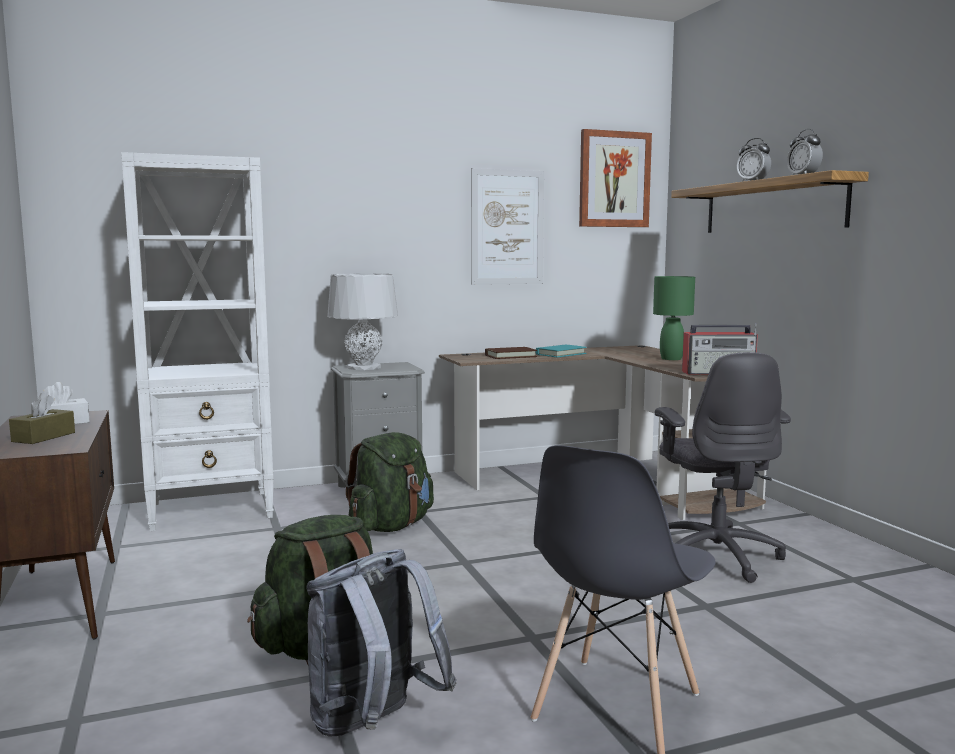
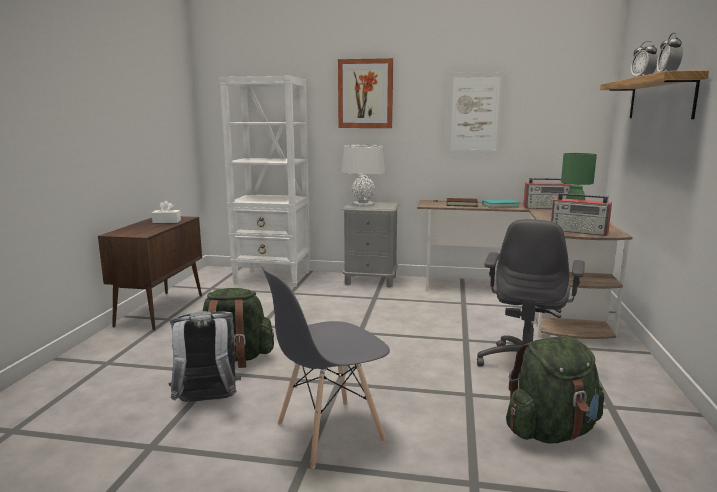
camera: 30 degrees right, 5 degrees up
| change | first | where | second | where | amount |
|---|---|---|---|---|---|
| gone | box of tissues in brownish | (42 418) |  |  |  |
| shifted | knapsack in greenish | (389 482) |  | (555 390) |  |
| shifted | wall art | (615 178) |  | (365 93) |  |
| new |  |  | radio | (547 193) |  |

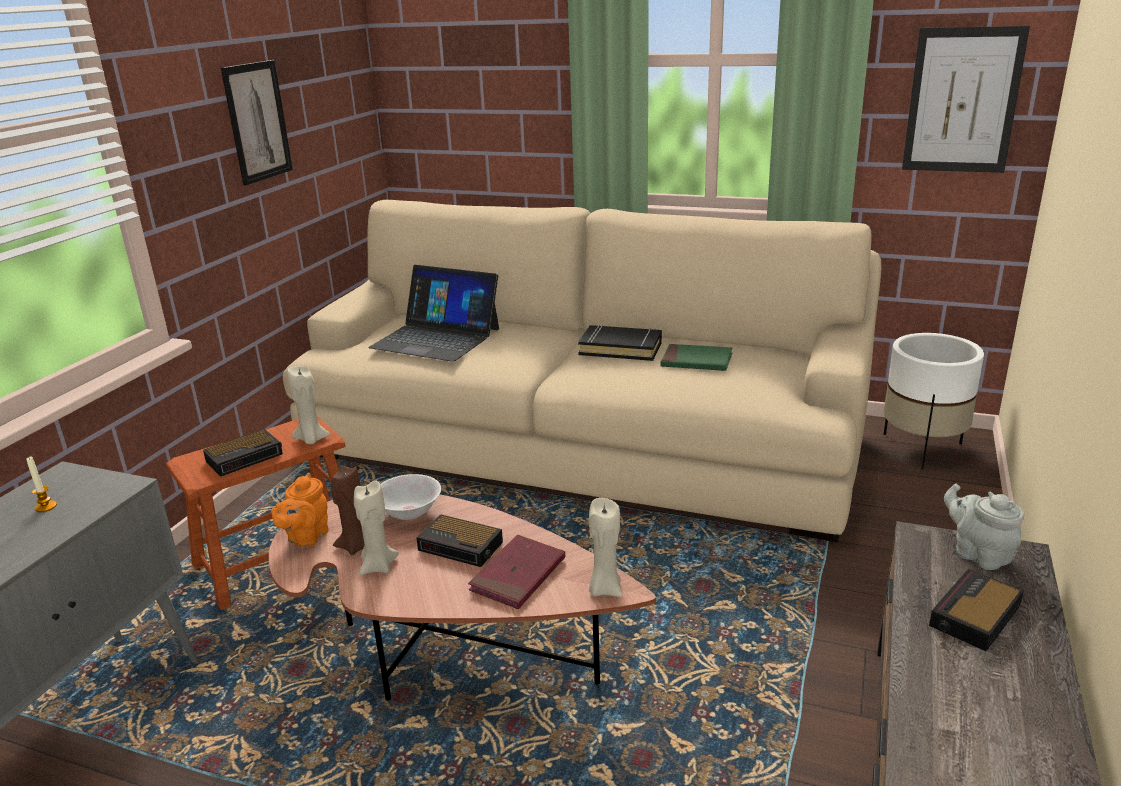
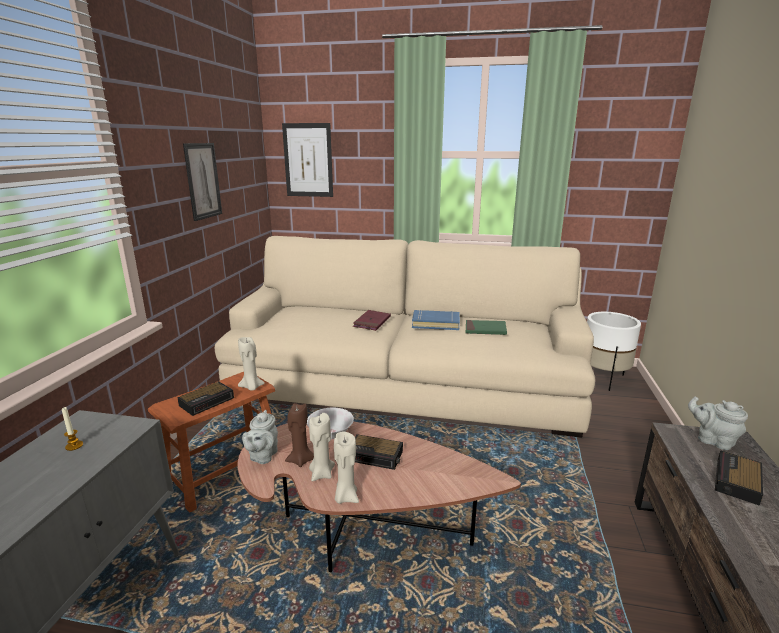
camera: 10 degrees left, 5 degrees down
| change | first | where | second | where | amount |
|---|---|---|---|---|---|
| repainted | pot for tea in orange-coloured | (299 510) | pot for tea in gray | (260 437) |  |
| gone | laptop | (433 313) |  |  |  |
| shifted | bound book in reddish | (516 572) |  | (372 320) |  |
| repainted | bound book in blackish | (620 343) | bound book in blue-coloured | (436 320) |  |
| shifted | candle in sand-coloured | (605 547) |  | (346 468) |  |
| shifted | wall art | (966 99) |  | (307 160) |  |

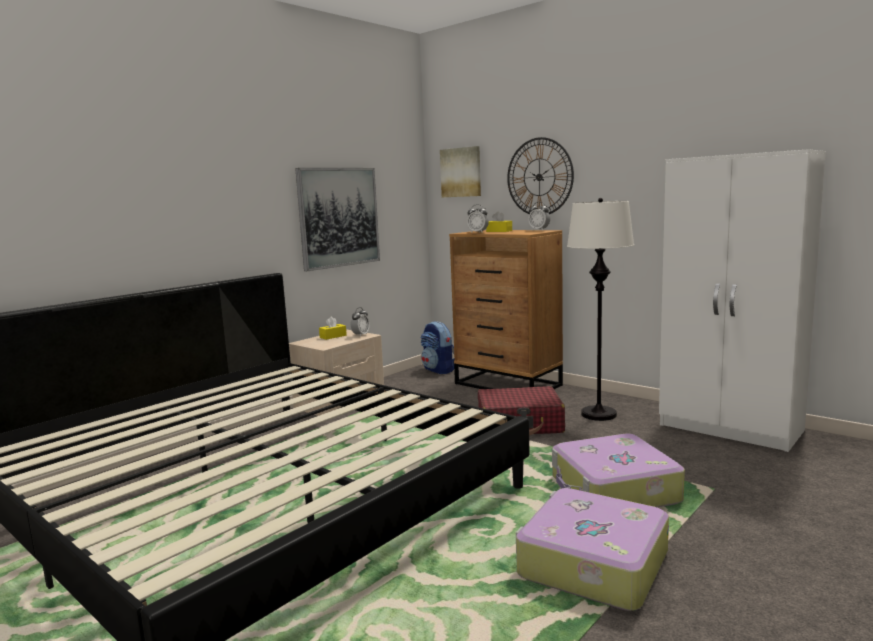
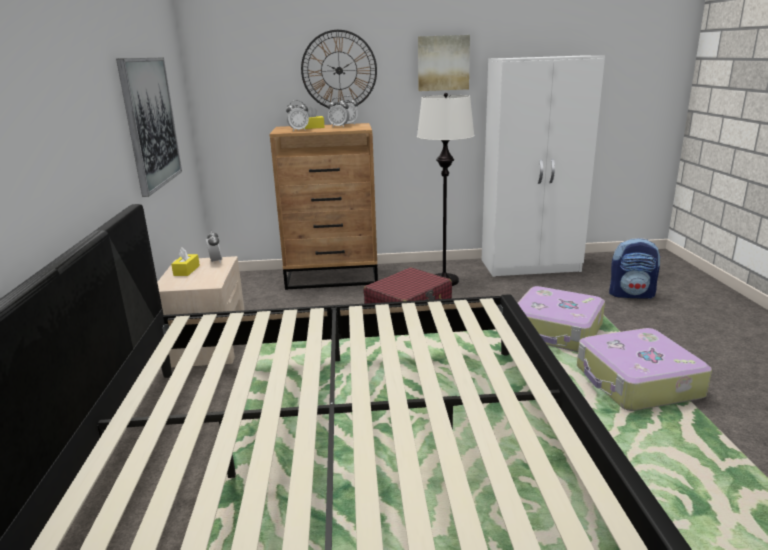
camera: 45 degrees left, 10 degrees up
| change | first | where | second | where | amount |
|---|---|---|---|---|---|
| shifted | knapsack | (437 347) |  | (635 268) |  |
| shifted | wall art | (460 171) |  | (444 63) |  |
| new |  |  | bedside clock | (339 112) |  |

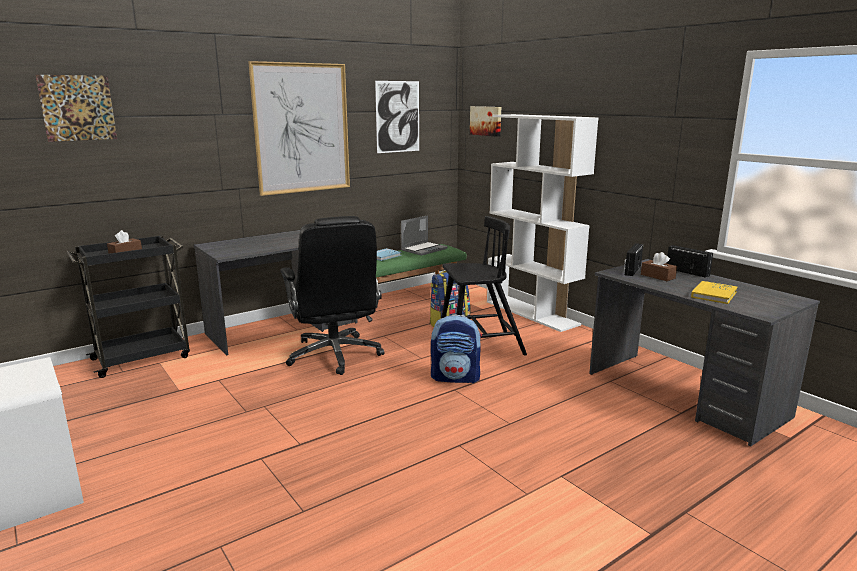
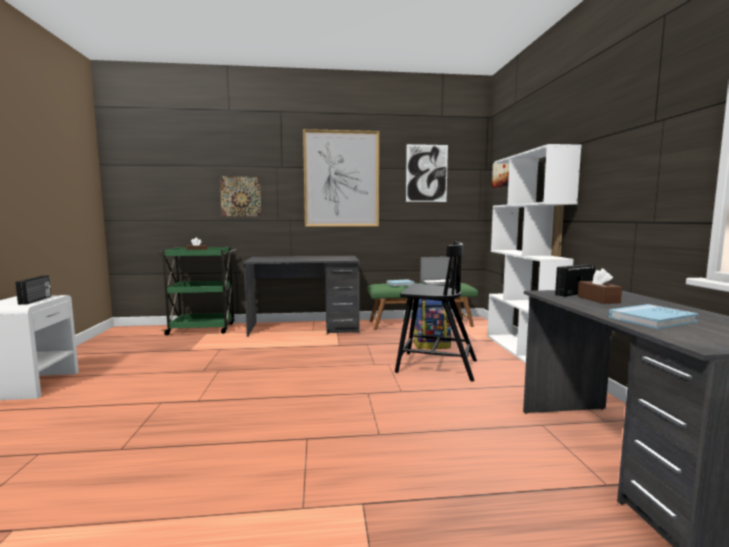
camera: 30 degrees right, 10 degrees down
| change | first | where | second | where | amount |
|---|---|---|---|---|---|
| shifted | wall art | (76 108) |  | (240 196) |  |
| repainted | trolley in blackish | (128 306) | trolley in greenish | (197 291) |  |
| gone | desk chair in blackish | (332 295) |  |  |  |
| gone | knapsack | (456 349) |  |  |  |
| shifted | radio | (689 261) |  | (33 290) |  |
| repainted | bound book in yellowish | (714 292) | bound book in blue-coloured | (654 316) |  |

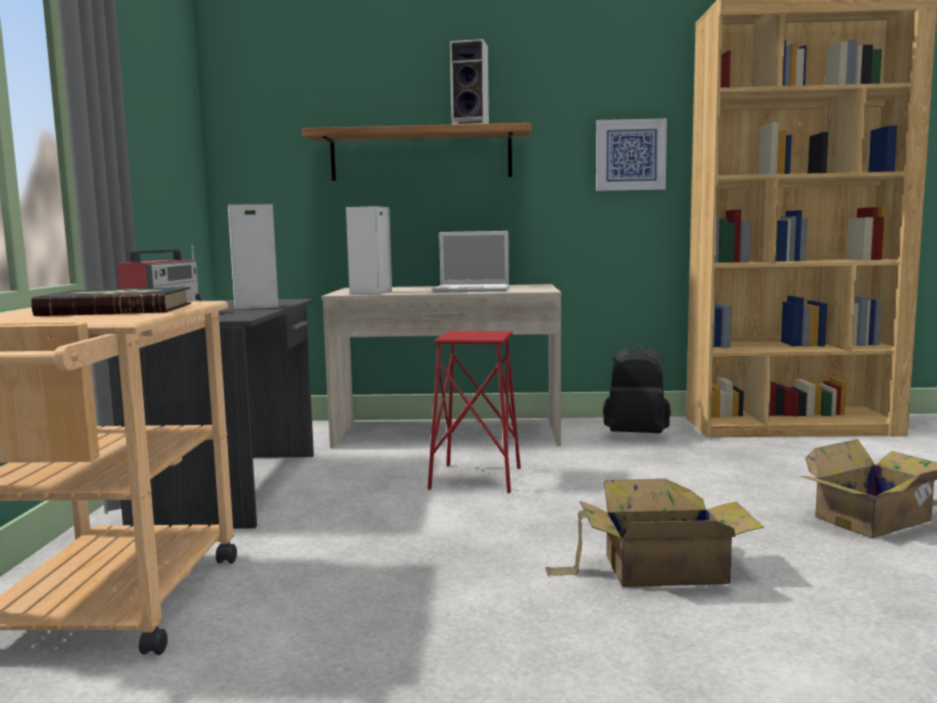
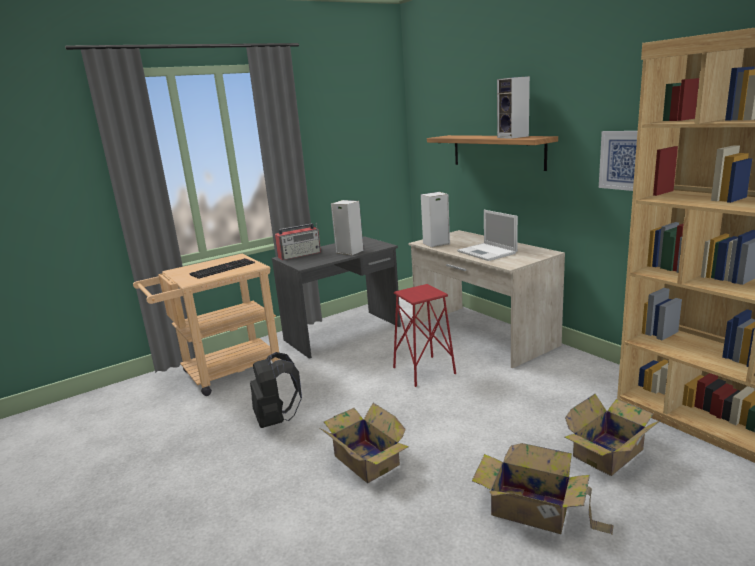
camera: 55 degrees right, 10 degrees up
| change | first | where | second | where | amount |
|---|---|---|---|---|---|
| swapped | bound book | (111 301) | PC keyboard | (222 268) |  |
| shifted | knapsack in blackish | (637 389) |  | (276 390) |  |
| new |  |  | carton | (612 435) |  |

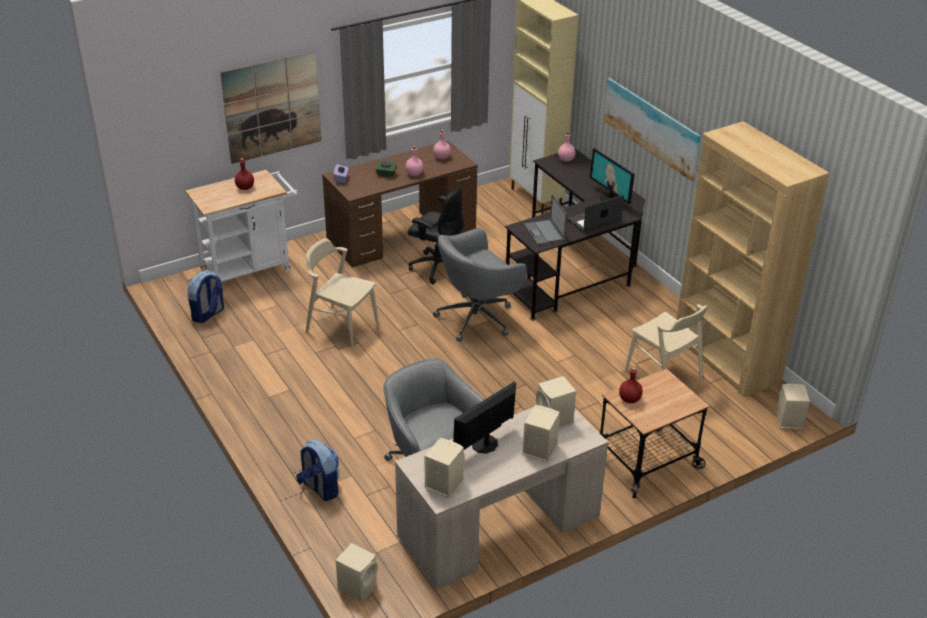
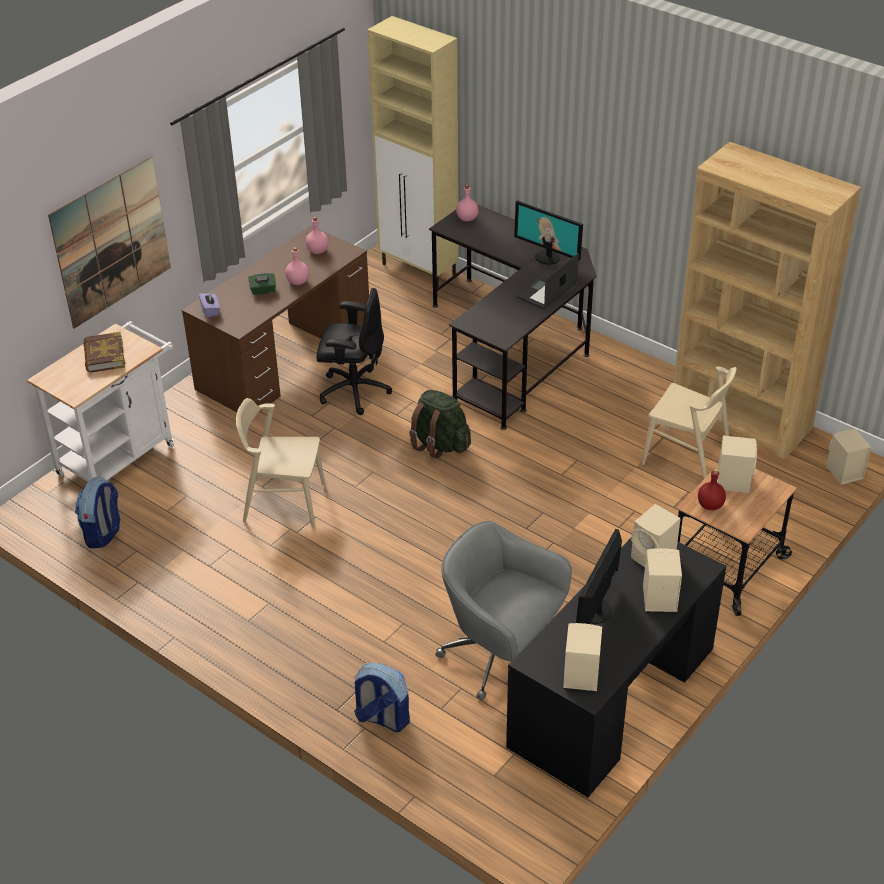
camera: 20 degrees left, 5 degrees up
| change | first | where | second | where | amount |
|---|---|---|---|---|---|
| swapped | bottle in reddish | (244 174) | bound book | (104 352) |  |
| shifted | speaker in sand-coloured | (357 572) |  | (737 464) |  |
| repainted | desk unit in sand-coloured | (501 498) | desk unit in blackish | (616 668) |  |
| swapped | desk chair in gray | (480 285) | knapsack in greenish | (440 424) |  |
| gone | laptop | (545 219) |  |  |  |
| gone | wall art | (652 129) |  |  |  |

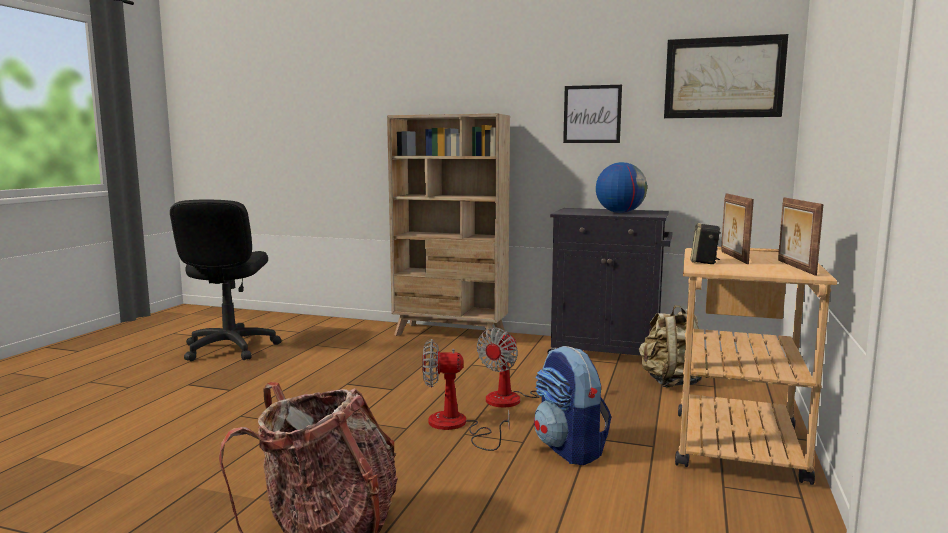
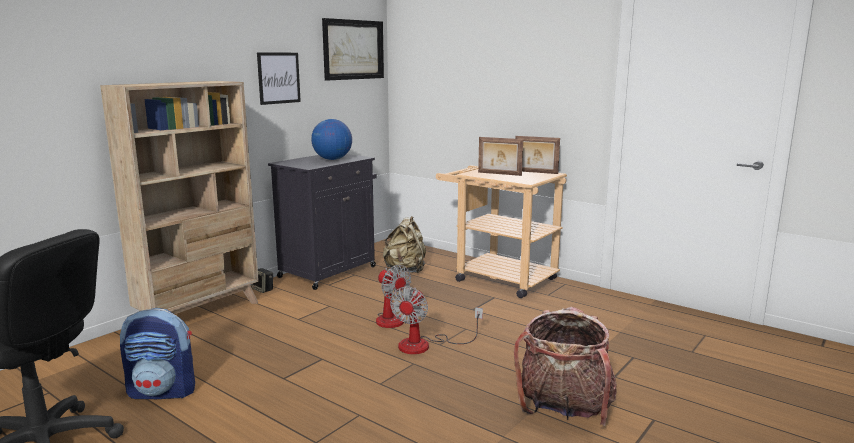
camera: 70 degrees left, 5 degrees up
| change | first | where | second | where | amount |
|---|---|---|---|---|---|
| shifted | knapsack | (572 405) |  | (157 353) |  |
| shifted | speaker | (705 243) |  | (262 280) |  |

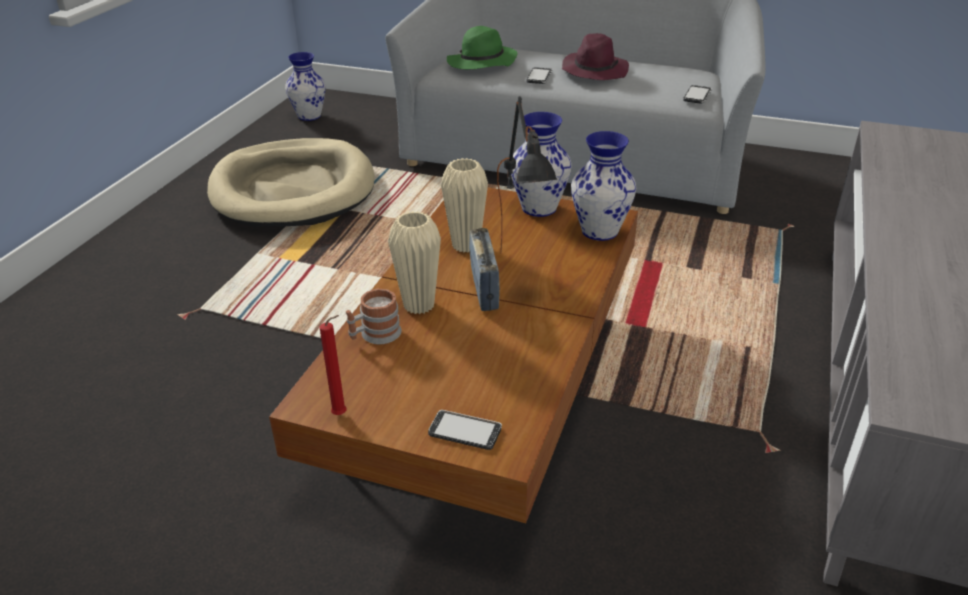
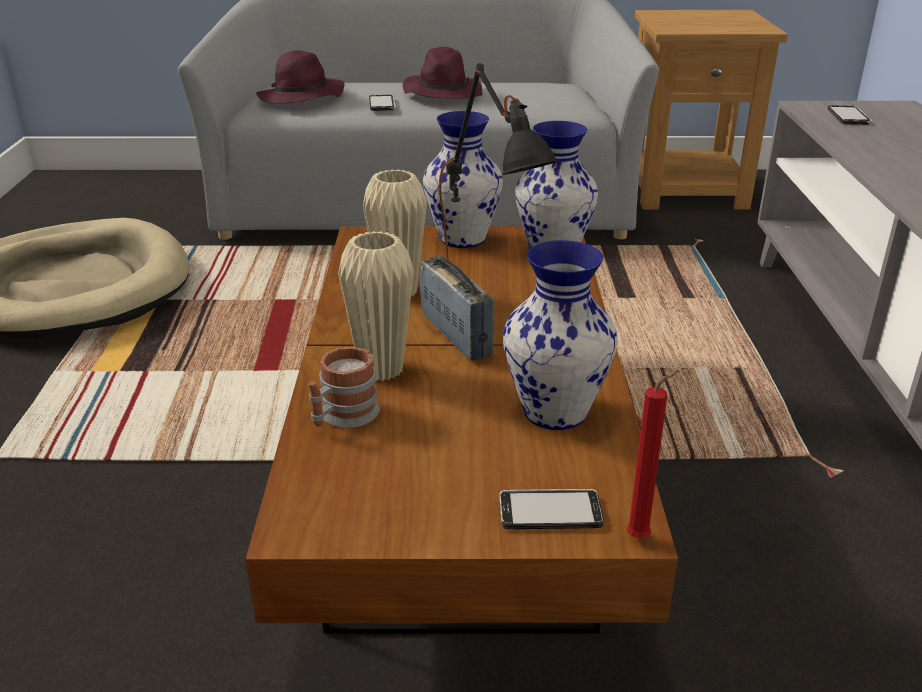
camera: 20 degrees left, 5 degrees down
| change | first | where | second | where | amount |
|---|---|---|---|---|---|
| shifted | vase | (305 86) |  | (560 335) |  |
| shifted | candle in reddish | (333 365) |  | (653 454) |  |
| repainted | hat in greenish | (482 47) | hat in purple | (300 76) |  |
| shifted | handset | (697 94) |  | (850 115) |  |
| new |  |  | side table in brownish | (711 110) |  |

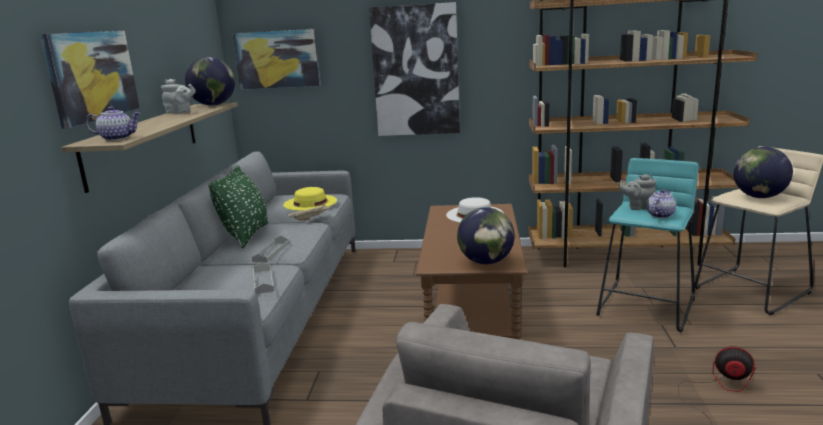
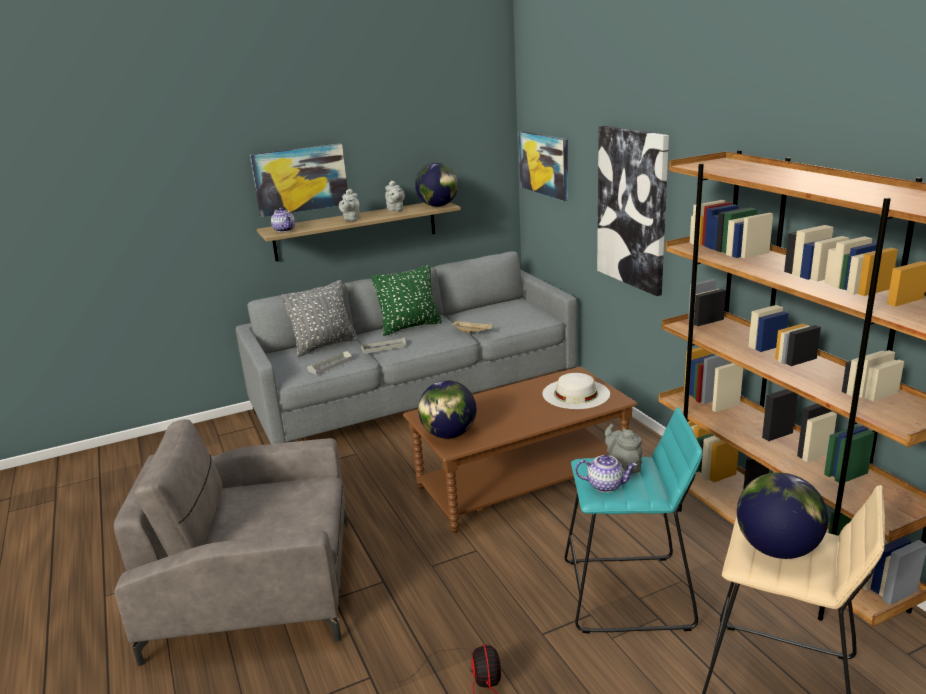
camera: 60 degrees right, 5 degrees up
| change | first | where | second | where | amount |
|---|---|---|---|---|---|
| gone | hat in yellowish | (310 199) |  |  |  |
| new |  |  | throw pillow in gray | (319 318) |  |
| new |  |  | pot for tea in gray | (349 205) |  |

